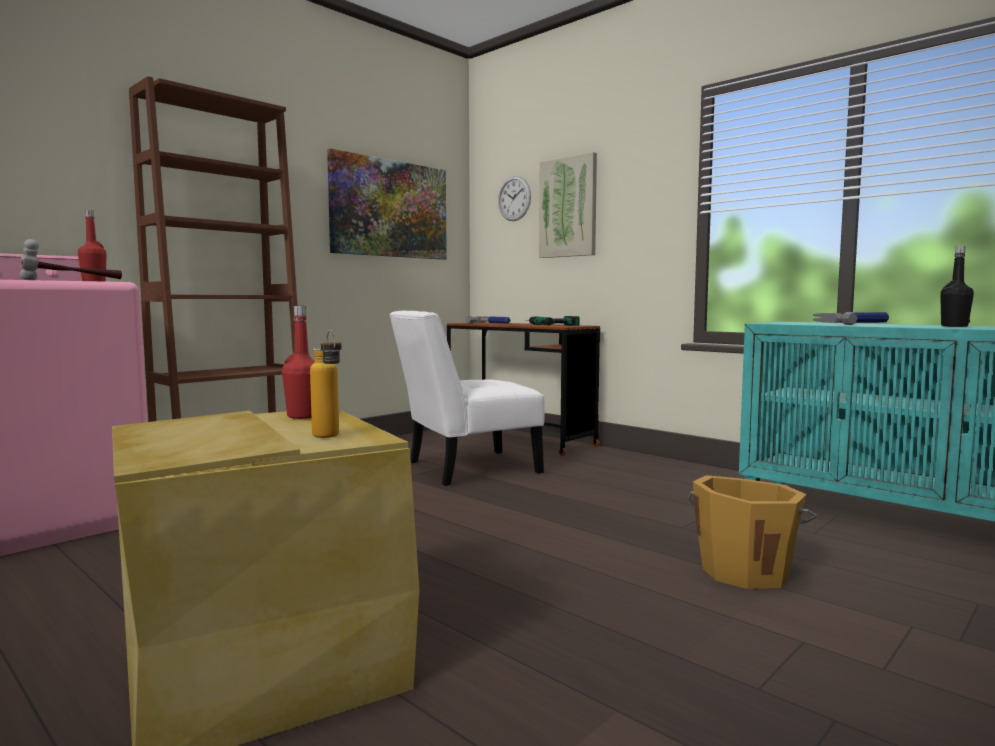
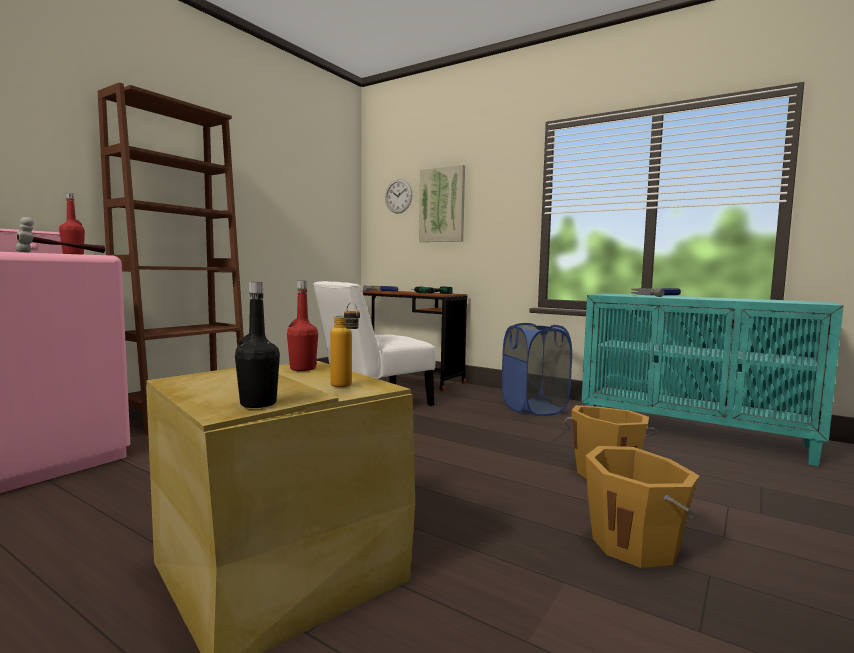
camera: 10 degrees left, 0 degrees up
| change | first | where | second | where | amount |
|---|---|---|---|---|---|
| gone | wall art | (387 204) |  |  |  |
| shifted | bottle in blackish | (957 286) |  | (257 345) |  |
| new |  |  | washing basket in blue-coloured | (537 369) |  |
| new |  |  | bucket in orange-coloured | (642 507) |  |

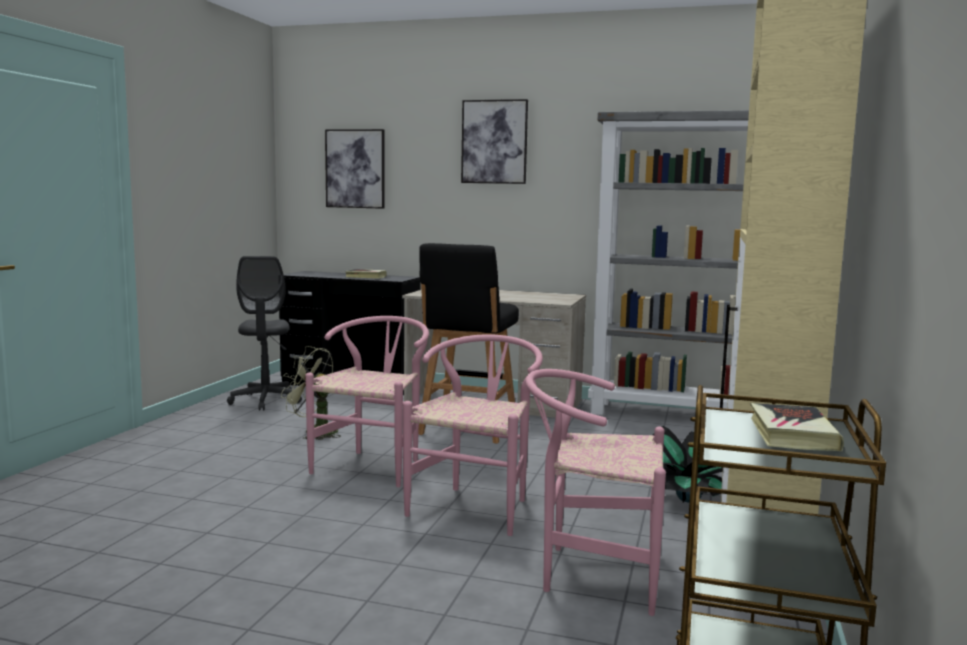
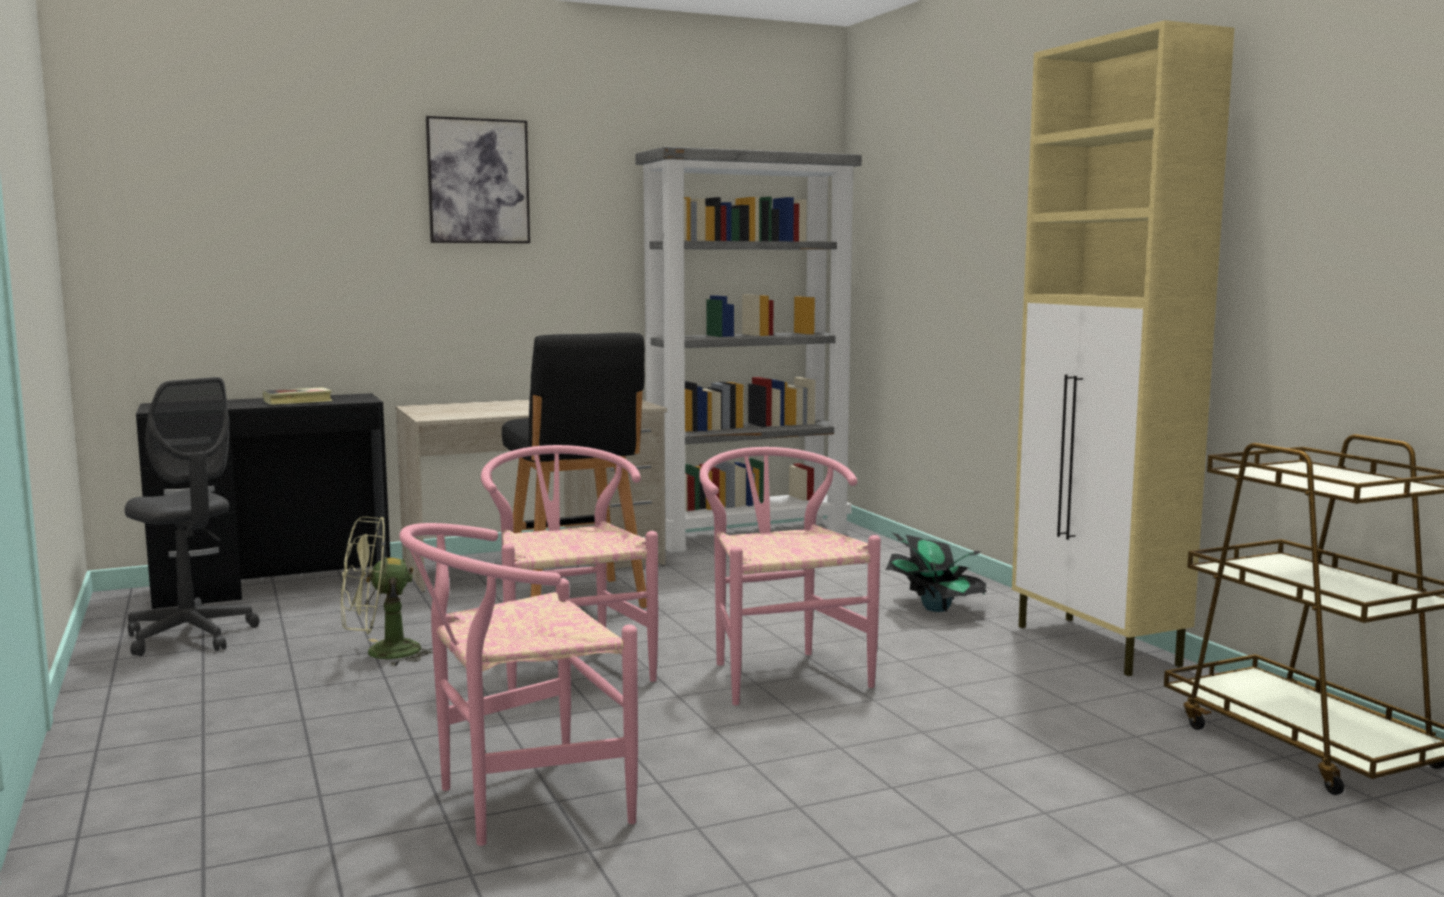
camera: 40 degrees left, 0 degrees up
| change | first | where | second | where | amount |
|---|---|---|---|---|---|
| gone | wall art | (354 169) |  |  |  |
| shifted | upright chair in pink-coloured | (595 492) |  | (518 684) |  |
| gone | bound book | (797 427) |  |  |  |

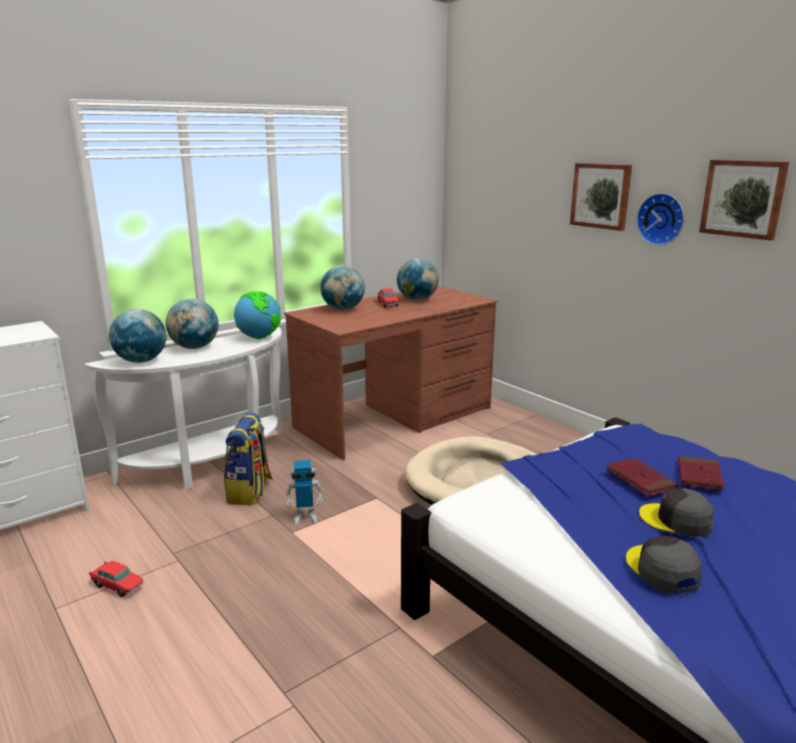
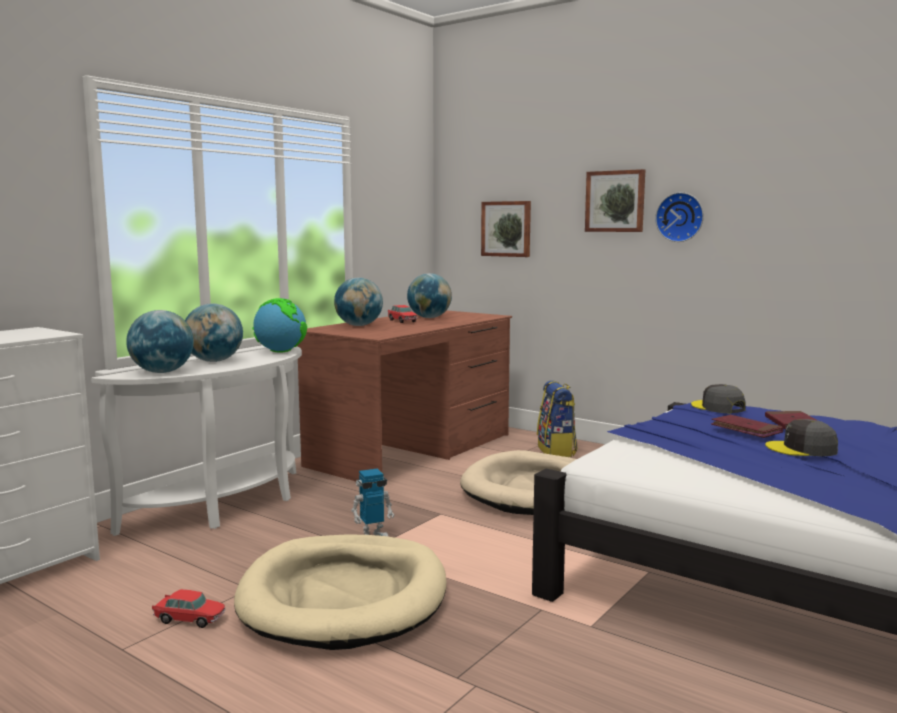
camera: 15 degrees left, 10 degrees down
| change | first | where | second | where | amount |
|---|---|---|---|---|---|
| shifted | knapsack | (248 459) |  | (557 418) |  |
| shifted | cap in gray | (664 565) |  | (718 398) |  |
| shifted | wall art | (744 200) |  | (506 229) |  |
| new |  |  | pet bed in sand-coloured | (340 592) |  |

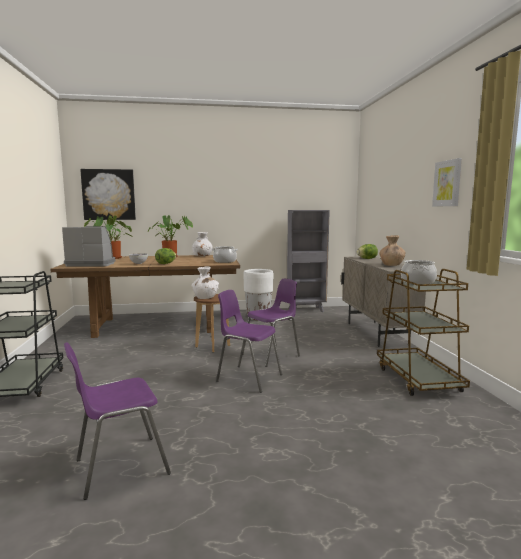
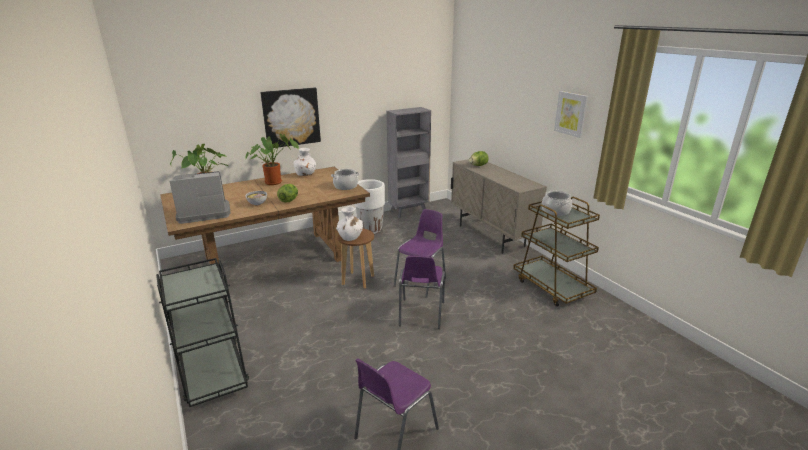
camera: 20 degrees left, 15 degrees up
| change | first | where | second | where | amount |
|---|---|---|---|---|---|
| shifted | wall art | (108 194) |  | (290 117) |  |
| rotated | upright chair in purple | (249 341) |  | (422 292) | 90 degrees counterclockwise |
| gone | vase in brownish | (392 250) |  |  |  |

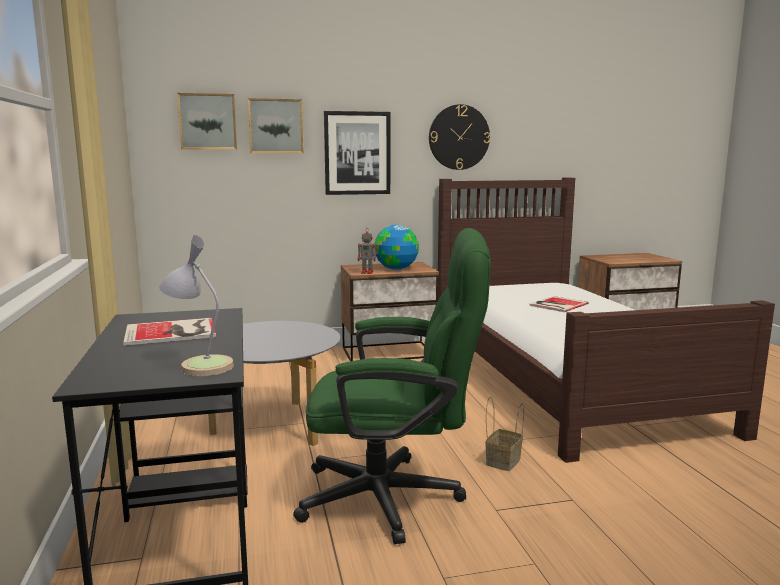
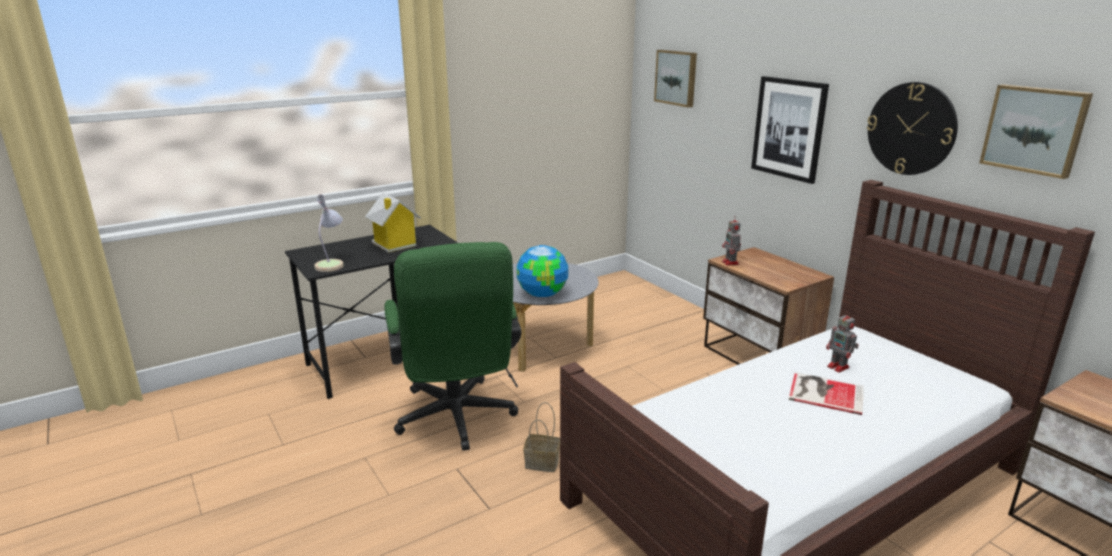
camera: 70 degrees right, 10 degrees up
| change | first | where | second | where | amount |
|---|---|---|---|---|---|
| swapped | bound book | (169 332) | toy house | (393 222) |  |
| shifted | wall art | (276 125) |  | (1036 131) |  |
| shifted | world globe | (396 247) |  | (542 271) |  |
| new |  |  | model robot | (842 342) |  |

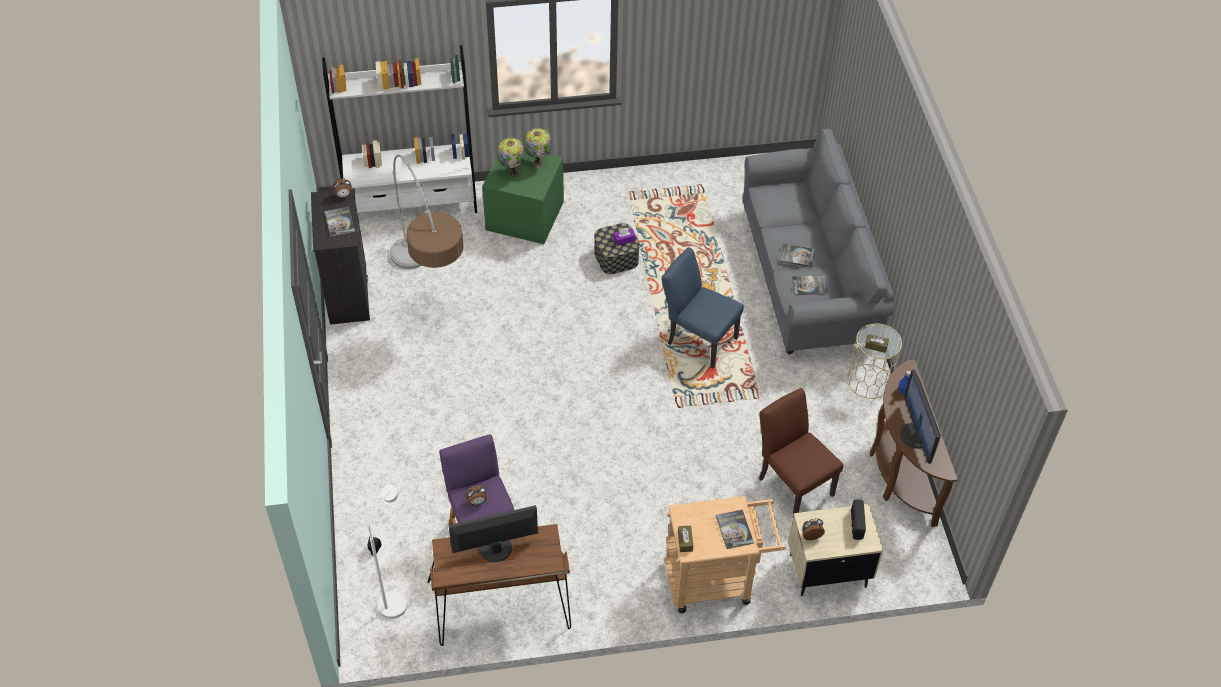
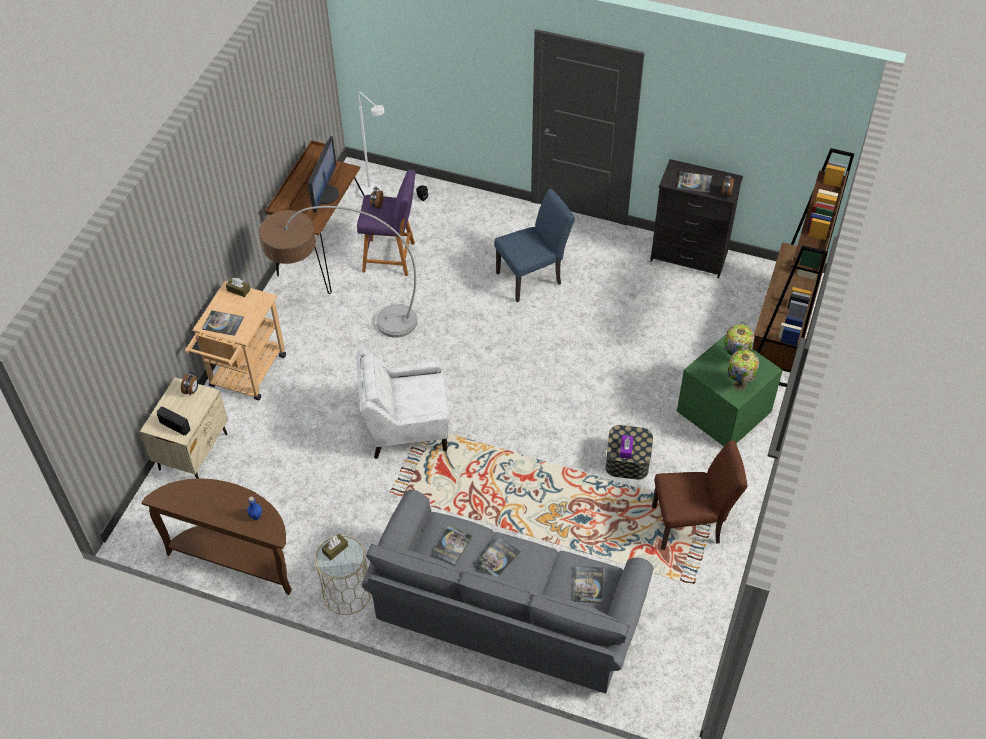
camera: 120 degrees right, 0 degrees up
| change | first | where | second | where | amount |
|---|---|---|---|---|---|
| repainted | bookcase in whitish | (399 129) | bookcase in brownish | (803 267) |  |
| shifted | standing lamp | (426 212) |  | (338 272) |  |
| shifted | upright chair in blue-coloured | (702 308) |  | (534 245) |  |
| shifted | upright chair in brownish | (801 453) |  | (699 495) |  |
| gone | monitor | (920 417) |  |  |  |
| new |  |  | lounge chair in whitish | (402 403) |  |
| new |  |  | bound book | (588 584) |  |

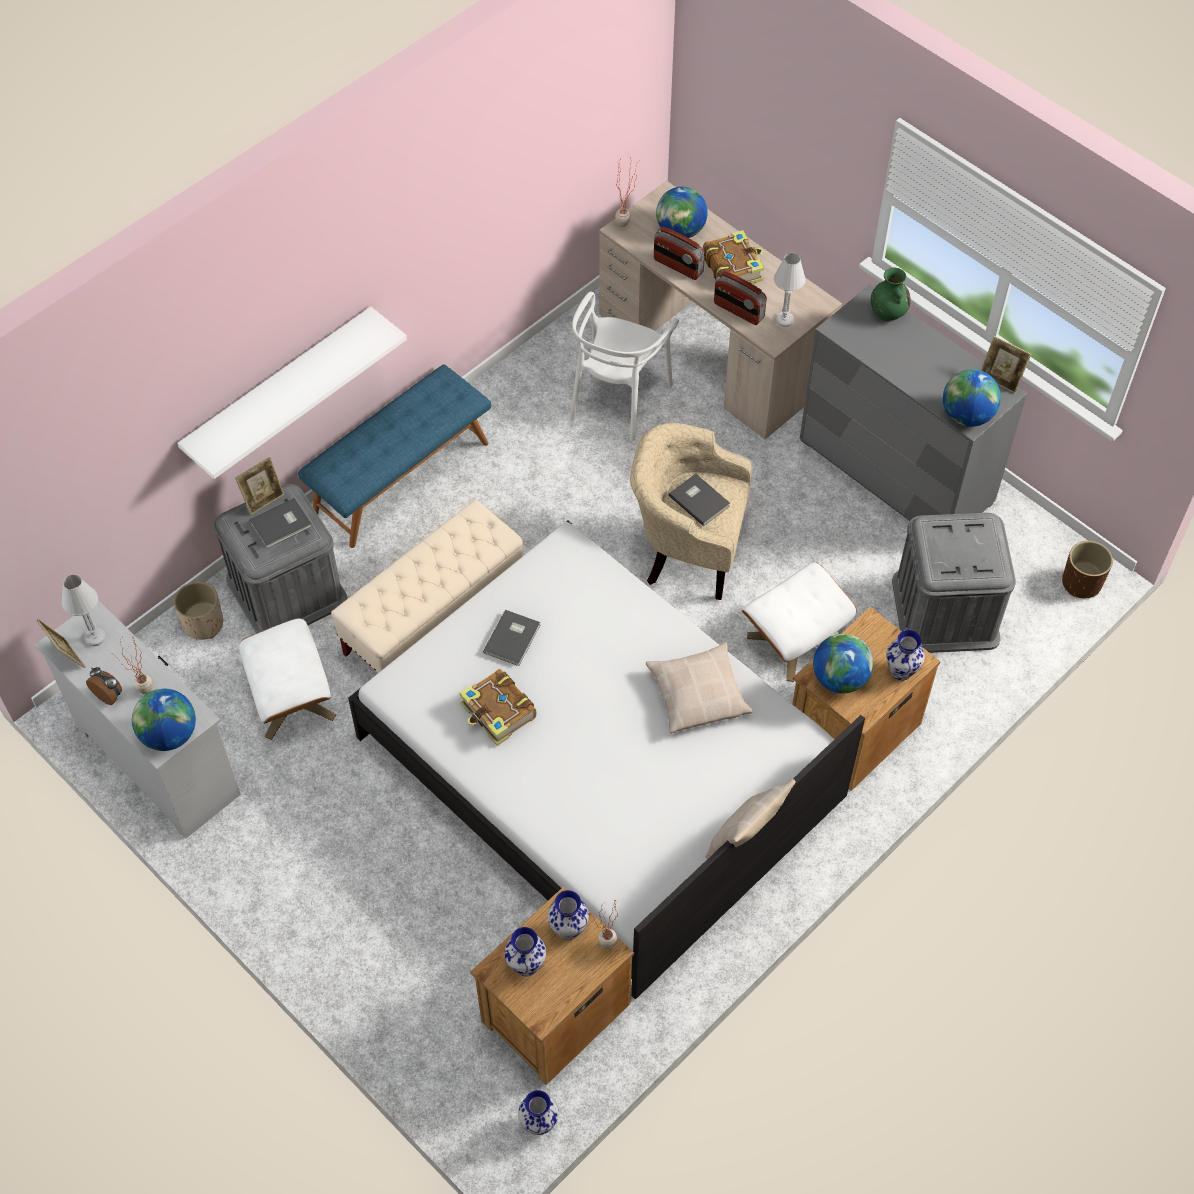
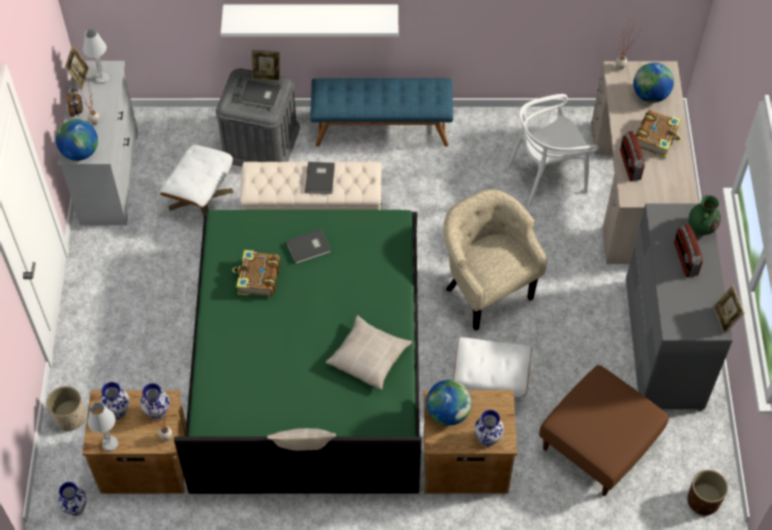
camera: 45 degrees right, 0 degrees up
| change | first | where | second | where | amount |
|---|---|---|---|---|---|
| shifted | planter in sand-coloured | (198 610) |  | (66 408) |  |
| repainted | bed in whitish | (606 760) | bed in greenish | (297 352) |  |
| shifted | radio | (679 253) |  | (688 250) |  |
| shifted | bound book in gray | (699 500) |  | (320 178) |  |
| shifted | tabletop lamp in whitish | (790 290) |  | (103 426) |  |
| swapped | storage container in gray | (954 583) | ottoman in brownish | (604 430) |  |
| gone | world globe | (972 398) |  |  |  |

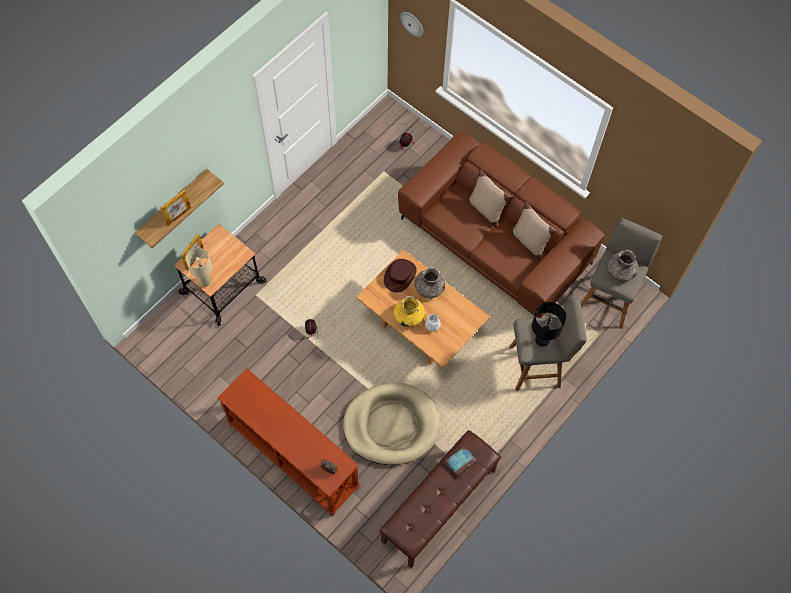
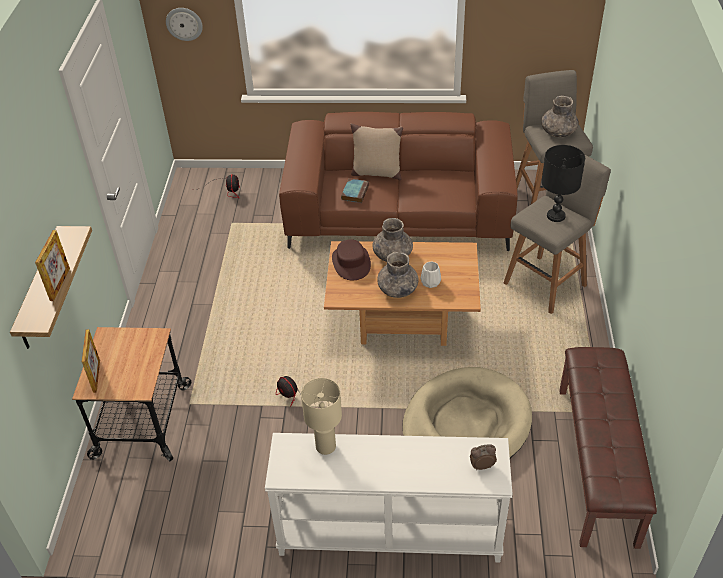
camera: 35 degrees left, 20 degrees down
| change | first | where | second | where | amount |
|---|---|---|---|---|---|
| shifted | tabletop lamp in sand-coloured | (199 267) |  | (321 416) |  |
| repainted | console table in brownish | (288 442) | console table in whitish | (389 497) |  |
| repainted | vase in yellowish | (409 311) | vase in gray | (398 275) |  |
| shifted | bound book | (461 461) |  | (355 191) |  |
| gone | throw pillow in sand-coloured | (533 230) |  |  |  |

